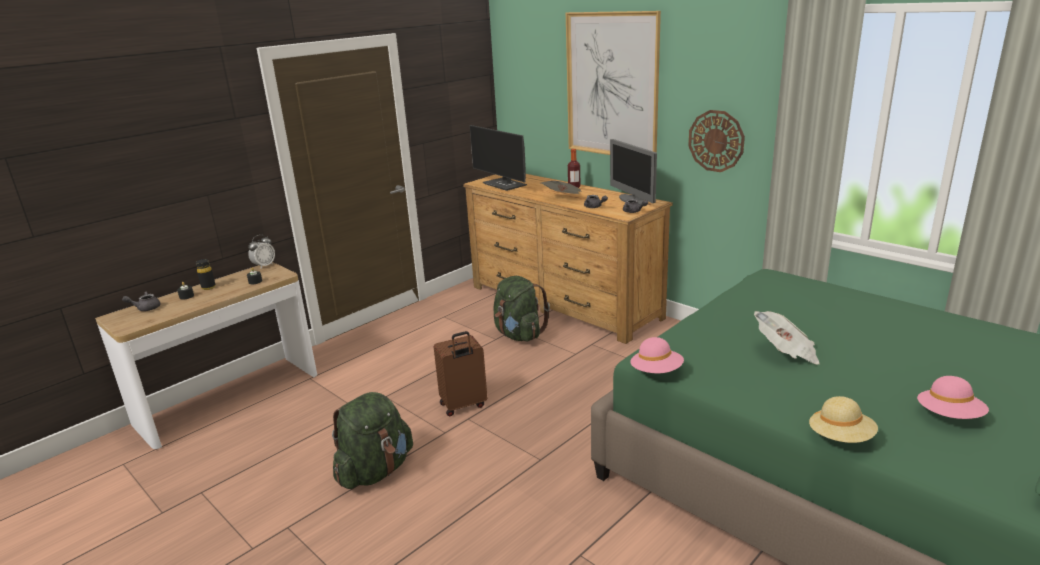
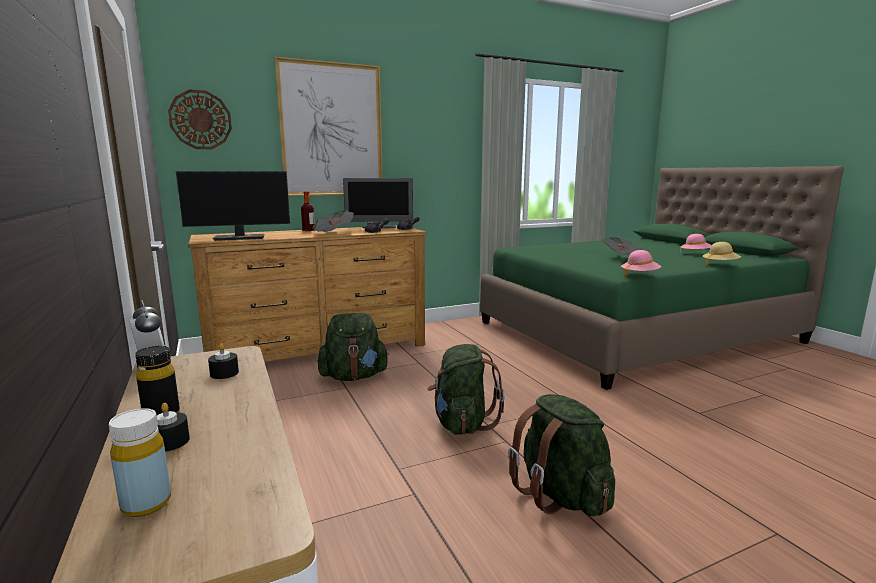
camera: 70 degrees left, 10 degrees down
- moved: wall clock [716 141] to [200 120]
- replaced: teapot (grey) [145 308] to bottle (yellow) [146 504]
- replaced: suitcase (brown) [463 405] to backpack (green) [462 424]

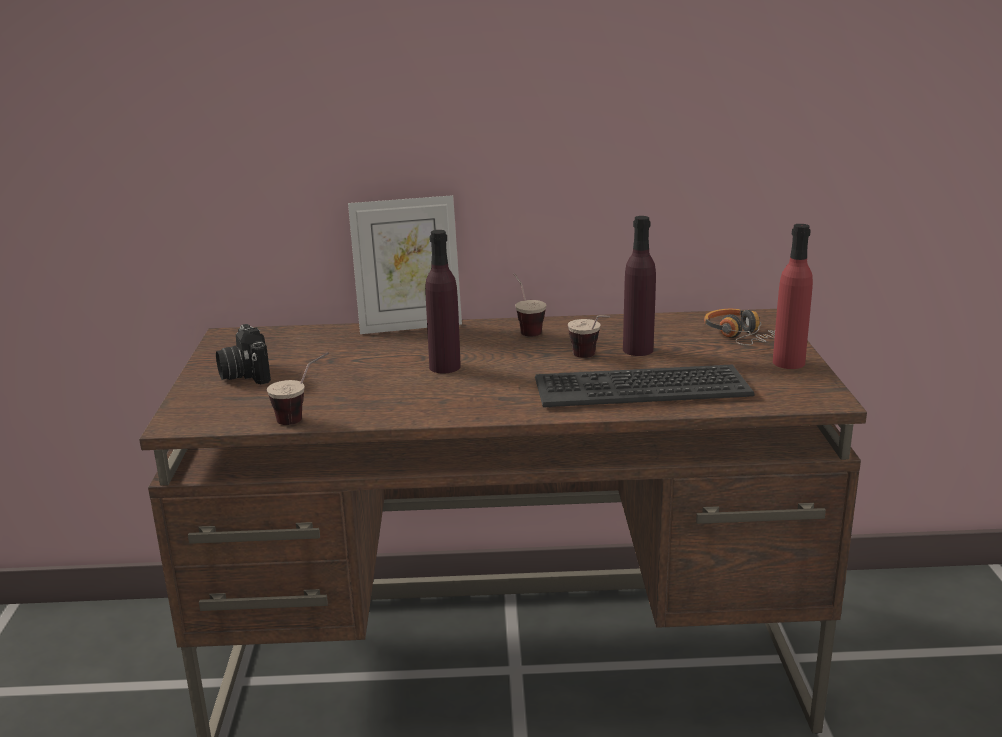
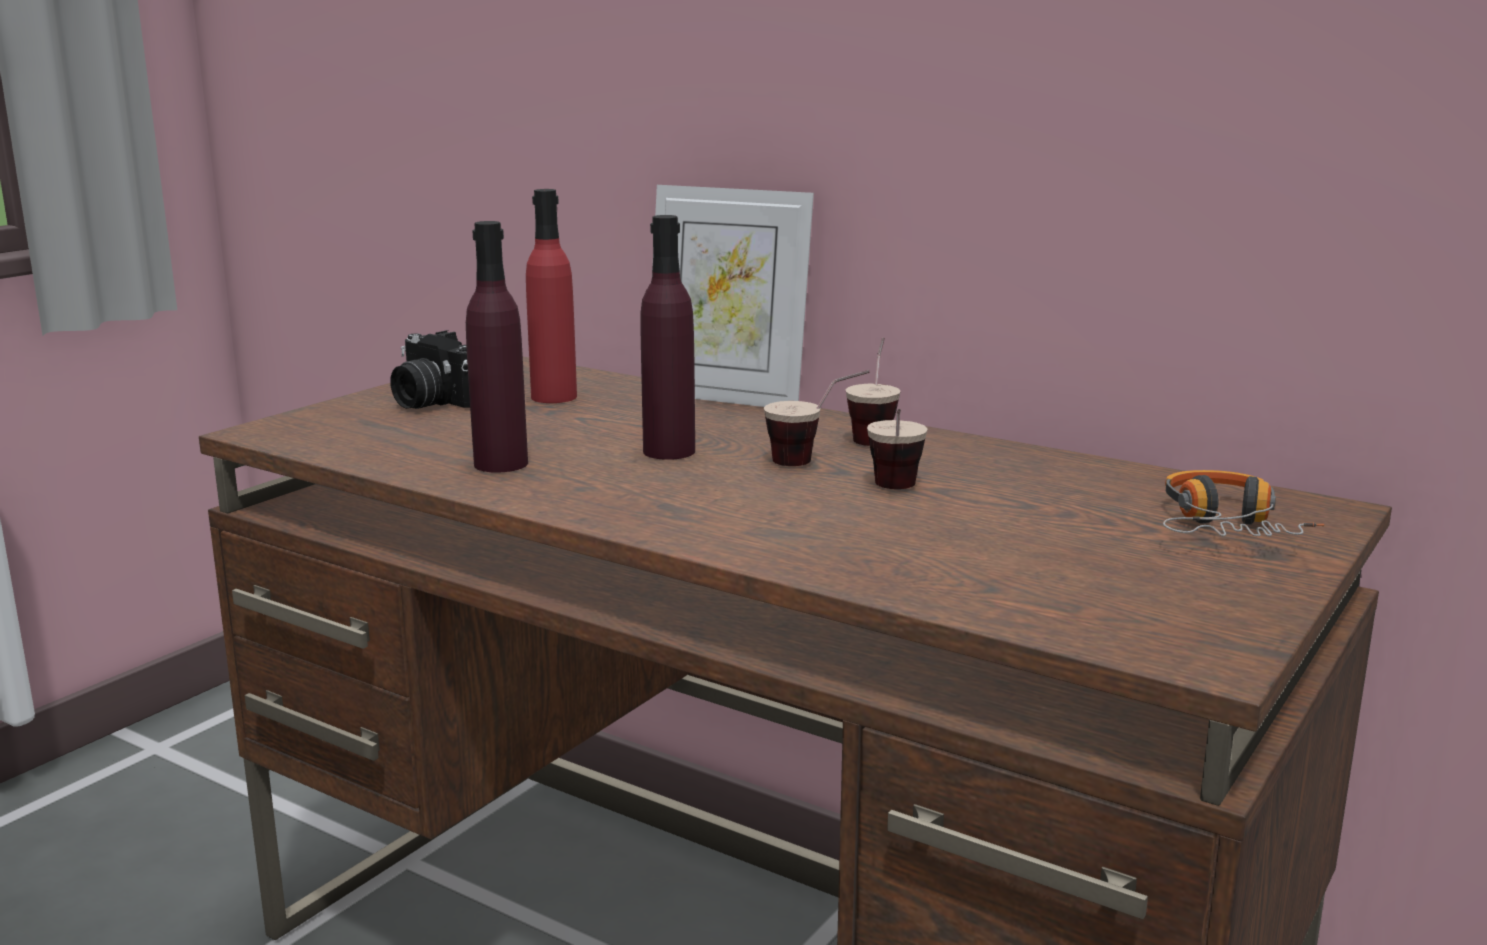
camera: 35 degrees right, 5 degrees down
- removed: keyboard [641 387]
- moved: cup [303 416] to [815 462]
- moved: bottle (purple) [638 350] to [501 464]
- moved: bottle (red) [788 362] to [554 397]
- turned: photo camera [244 374] = [430 402] 60 degrees counterclockwise

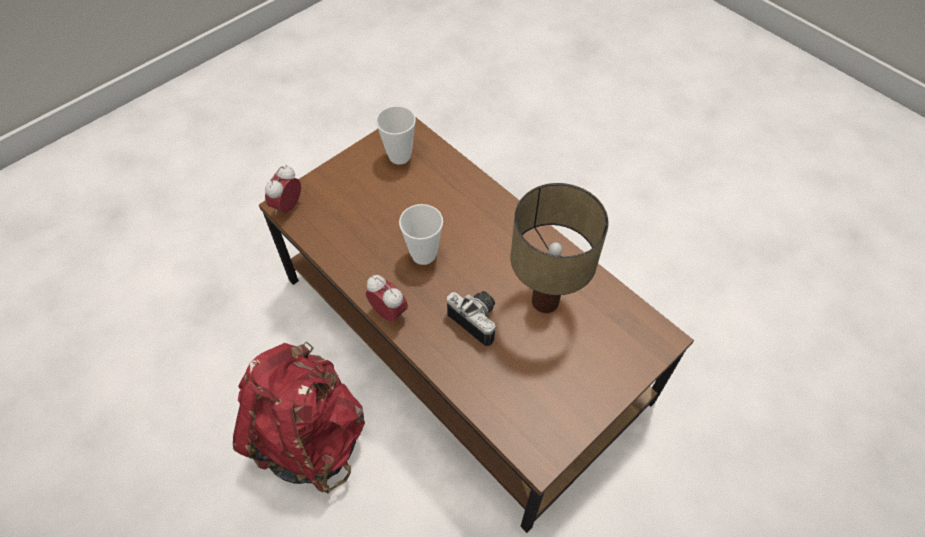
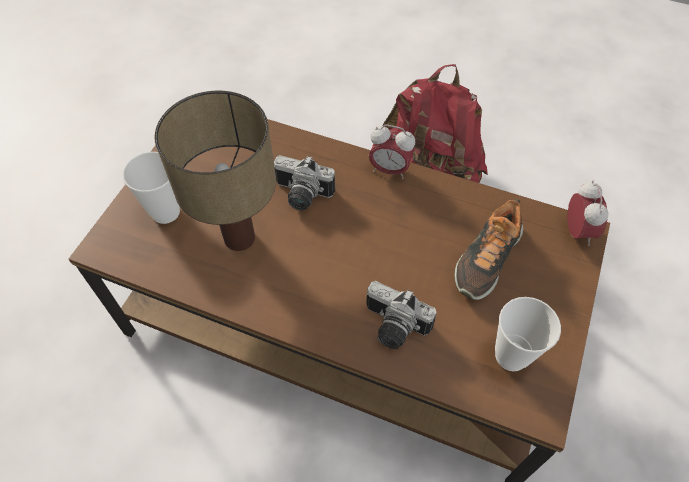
camera: 155 degrees right, 0 degrees up
- added: photo camera [392 327]
- added: shoe [486 259]
- moved: cup [423 254] to [165 212]

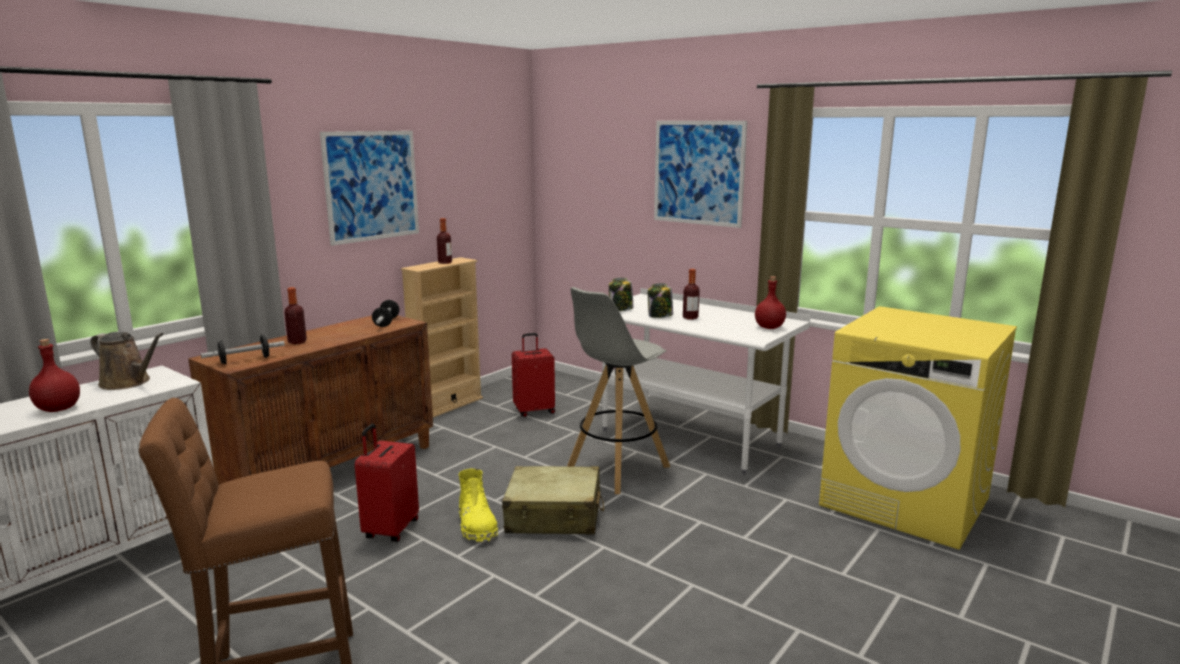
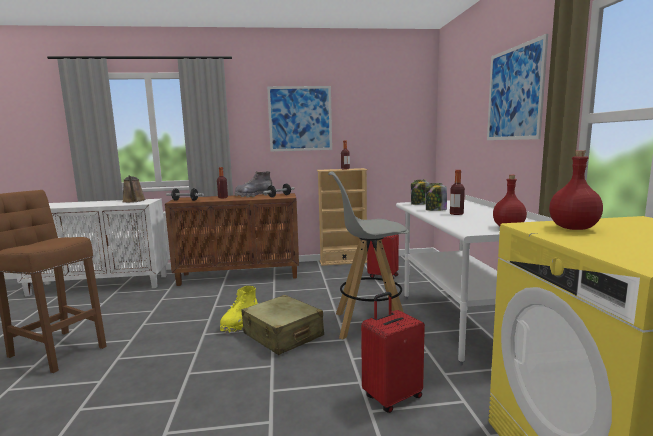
camera: 45 degrees right, 5 degrees down
- added: boot (grey) [254 196]
- moved: bottle (red) [58 409] to [573 228]
- moved: suitcase (red) [390 529] to [391 396]

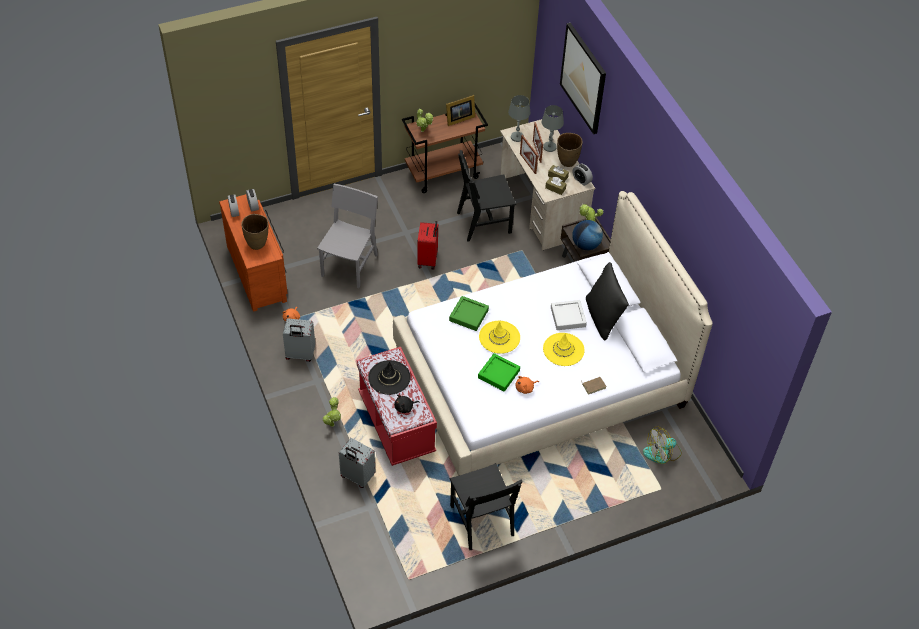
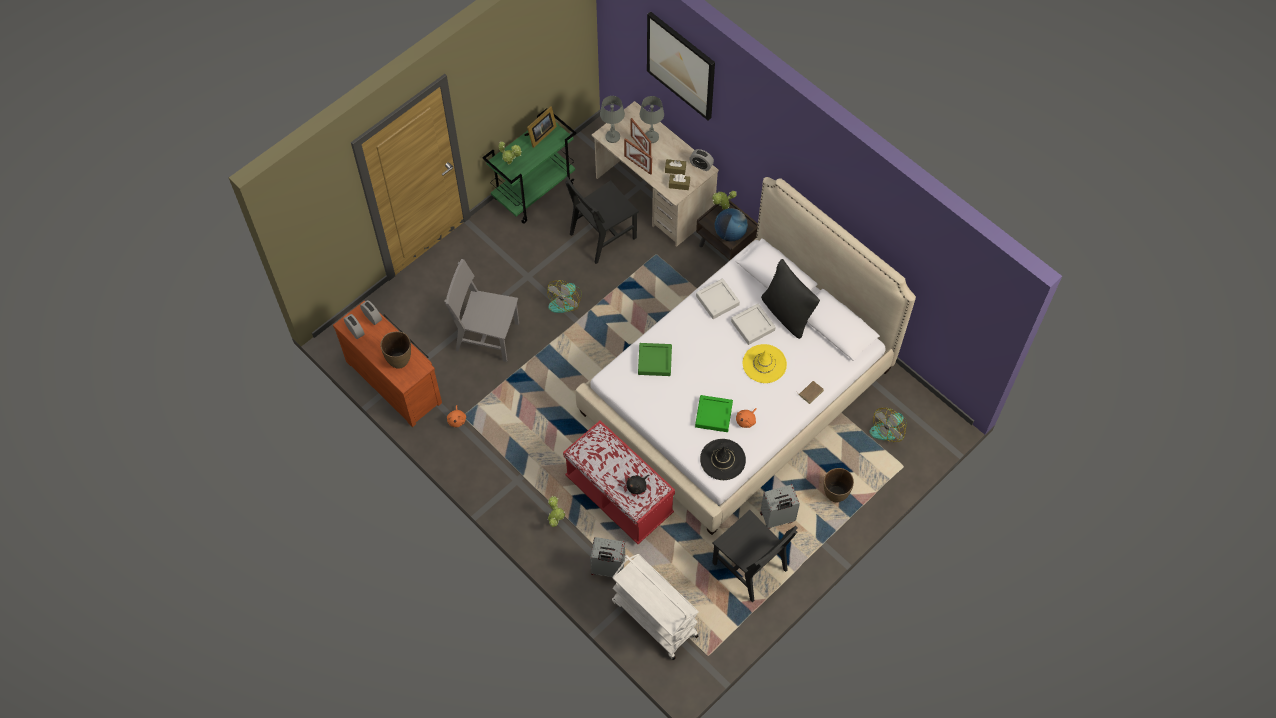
camera: 20 degrees left, 10 degrees up
- removed: hat (yellow) [499 337]
- added: cart (white) [654 618]
- added: tray (grey) [717 300]
- moved: suitcase (grey) [300 355] to [777 518]
- moved: hat (black) [389 377] to [722 459]
- moved: vase (brown) [567 162] to [835 495]
- replaced: suitcase (red) [428 260] to fan [565 300]
- recoloured: cart (brown) [444 173] to cart (green) [534 191]
- turned: chair (grey) [349 265] = [487 336] 75 degrees counterclockwise

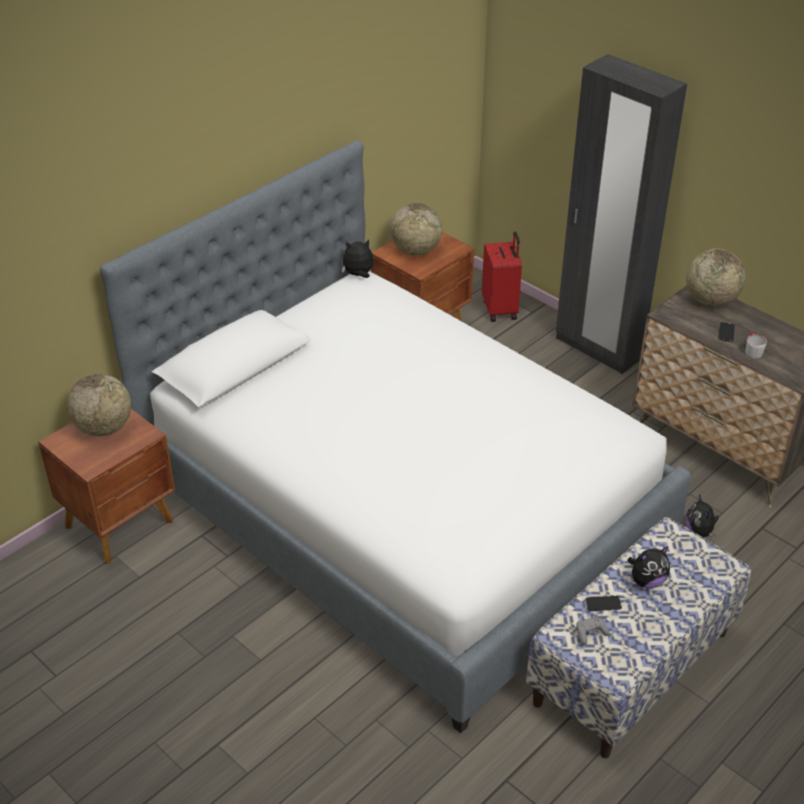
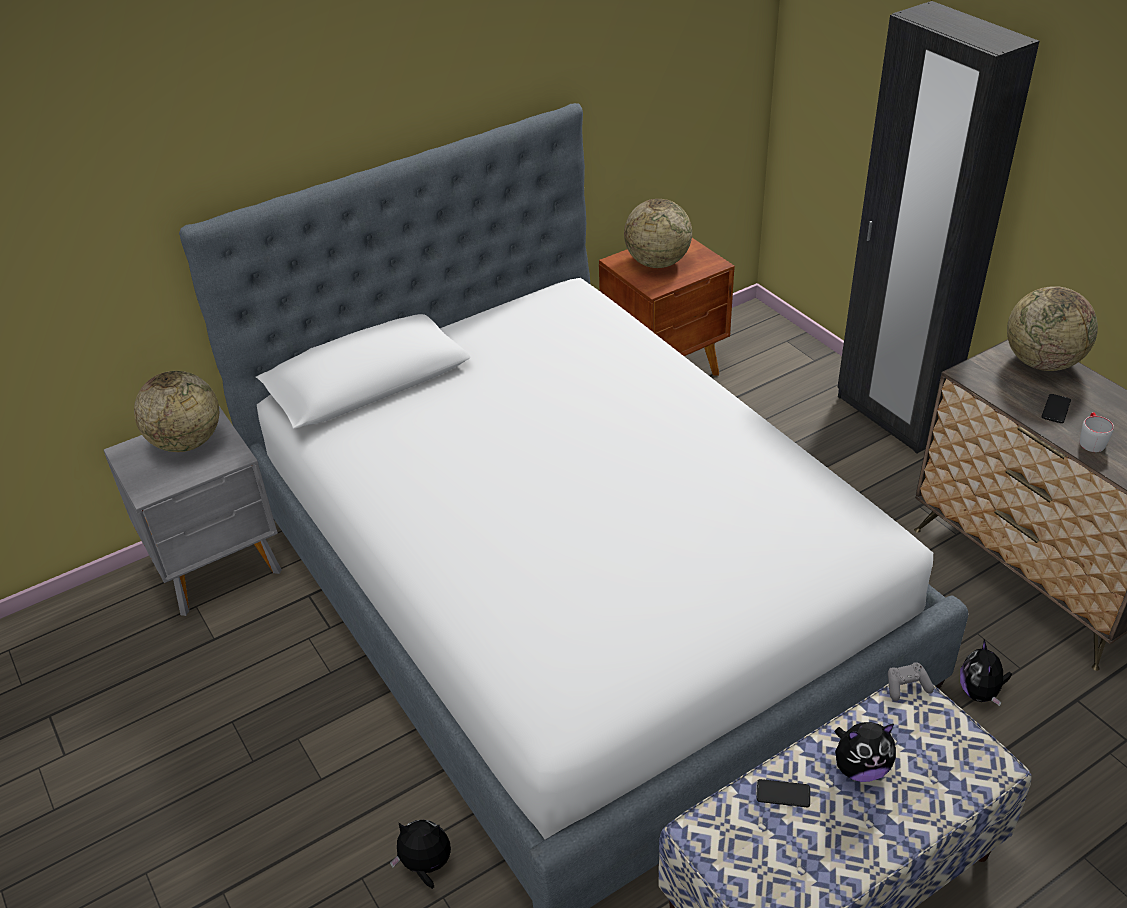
camera: 15 degrees right, 0 degrees up
- removed: suitcase (red) [500 309]
- moved: plush toy [358 275] to [426 866]
- moved: game controller (grey) [590 633] to [906 686]
- recoloured: nightstand (brown) [121 524] to nightstand (grey) [219 567]

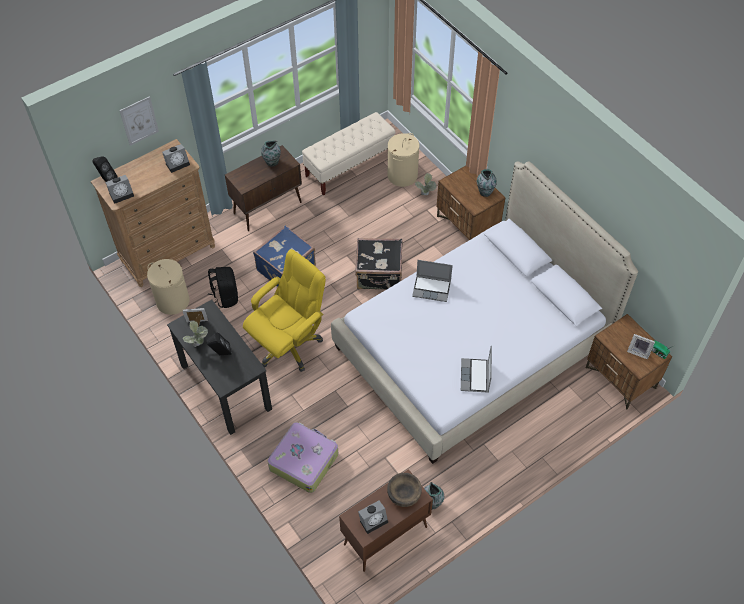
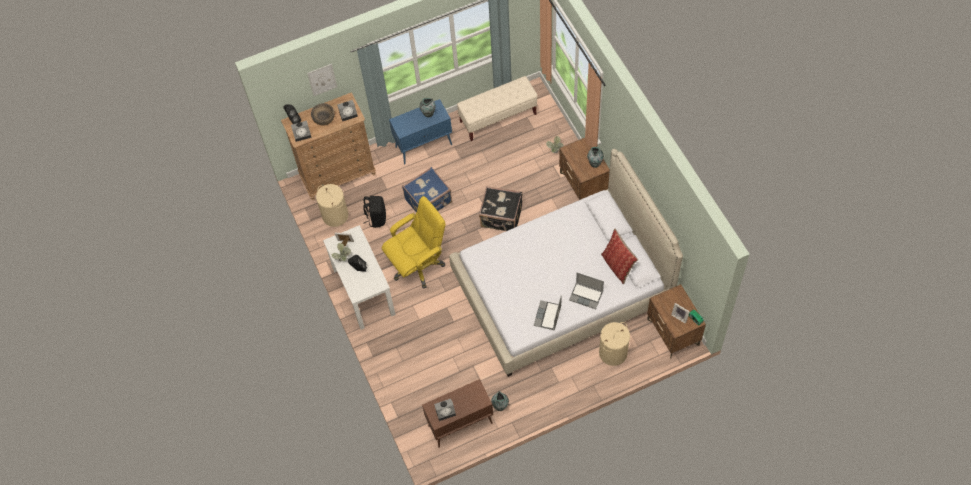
camera: 15 degrees right, 5 degrees up
- removed: suitcase [304 460]
- added: pillow [618 266]
- moved: bowl (brown) [404 494] to [324 118]
- moved: laundry basket (beige) [402 176] to [613 353]
- moved: laptop [432 288] to [586 295]
- recoloured: desk (black) [225 386] to desk (white) [363 291]
- recoloured: cabinet (brown) [268 207] to cabinet (blue) [424 145]

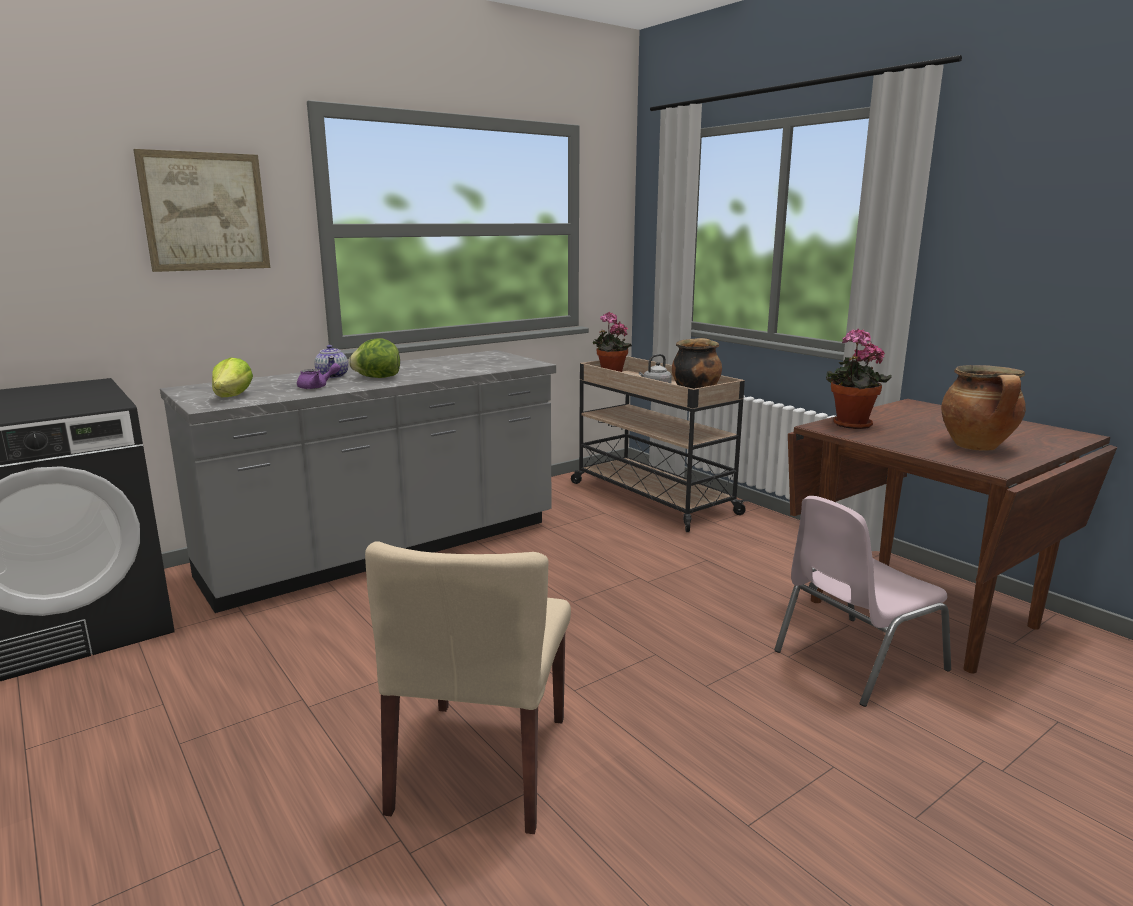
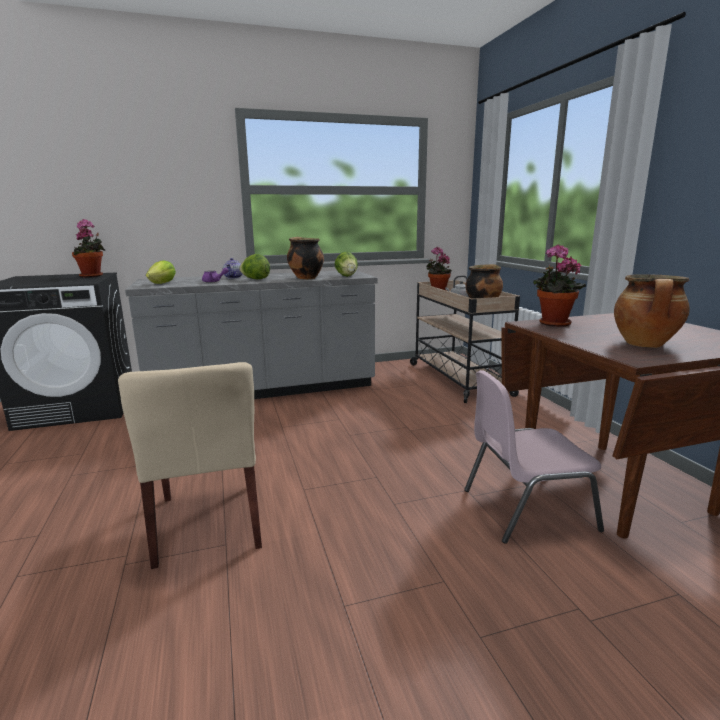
camera: 20 degrees right, 0 degrees up
- removed: picture [205 212]
- added: potted plant [93 276]
- added: cooking pot [305 278]
- added: lettuce [347 276]
- turned: chair (beige) [481 764] = [209 522] 45 degrees counterclockwise

